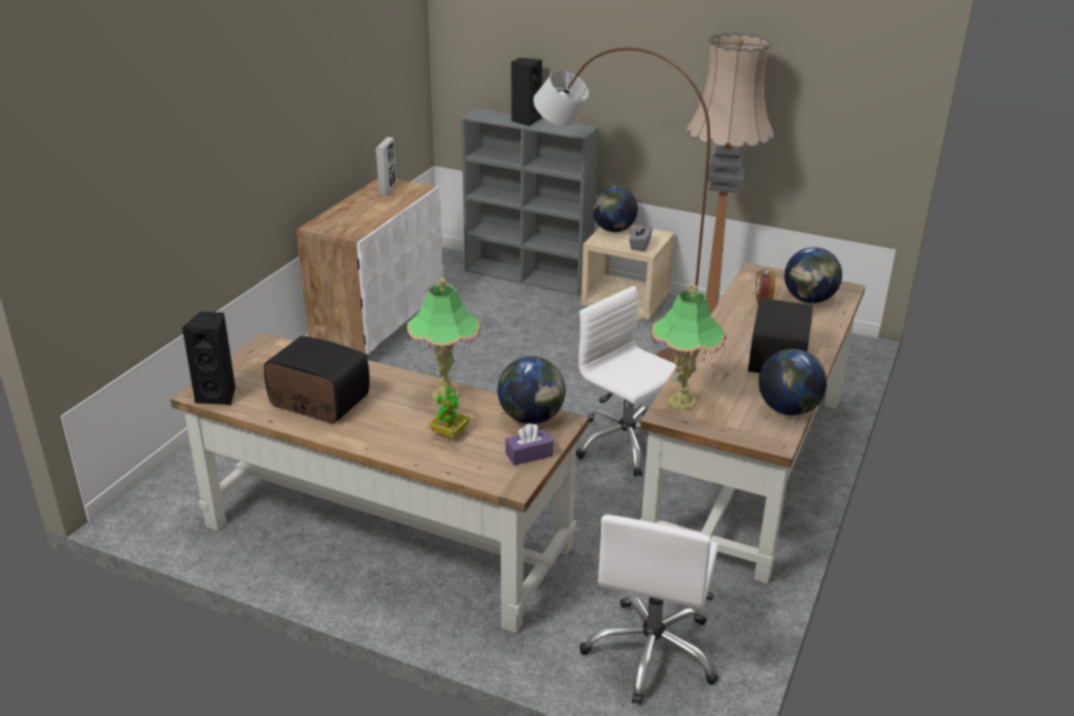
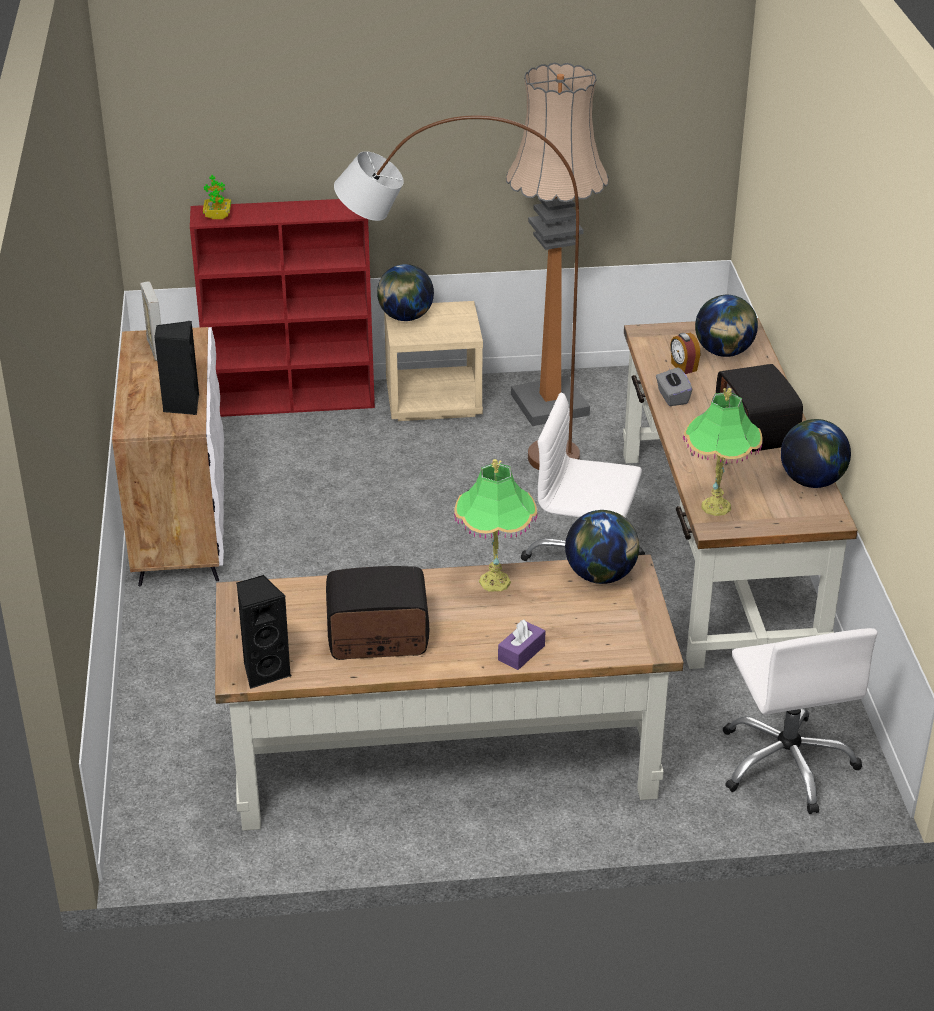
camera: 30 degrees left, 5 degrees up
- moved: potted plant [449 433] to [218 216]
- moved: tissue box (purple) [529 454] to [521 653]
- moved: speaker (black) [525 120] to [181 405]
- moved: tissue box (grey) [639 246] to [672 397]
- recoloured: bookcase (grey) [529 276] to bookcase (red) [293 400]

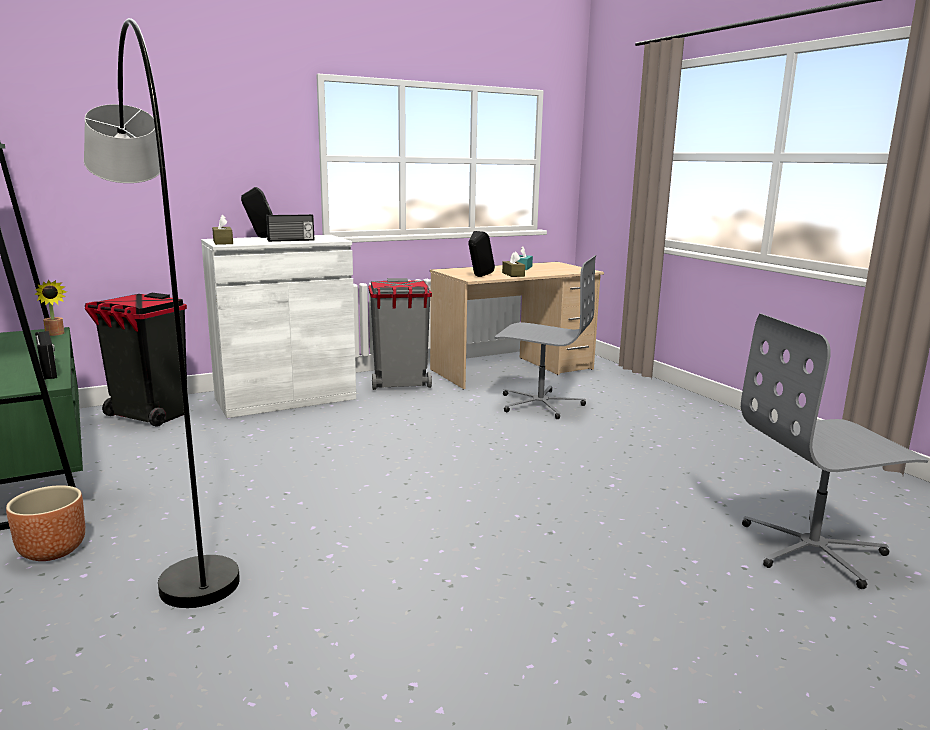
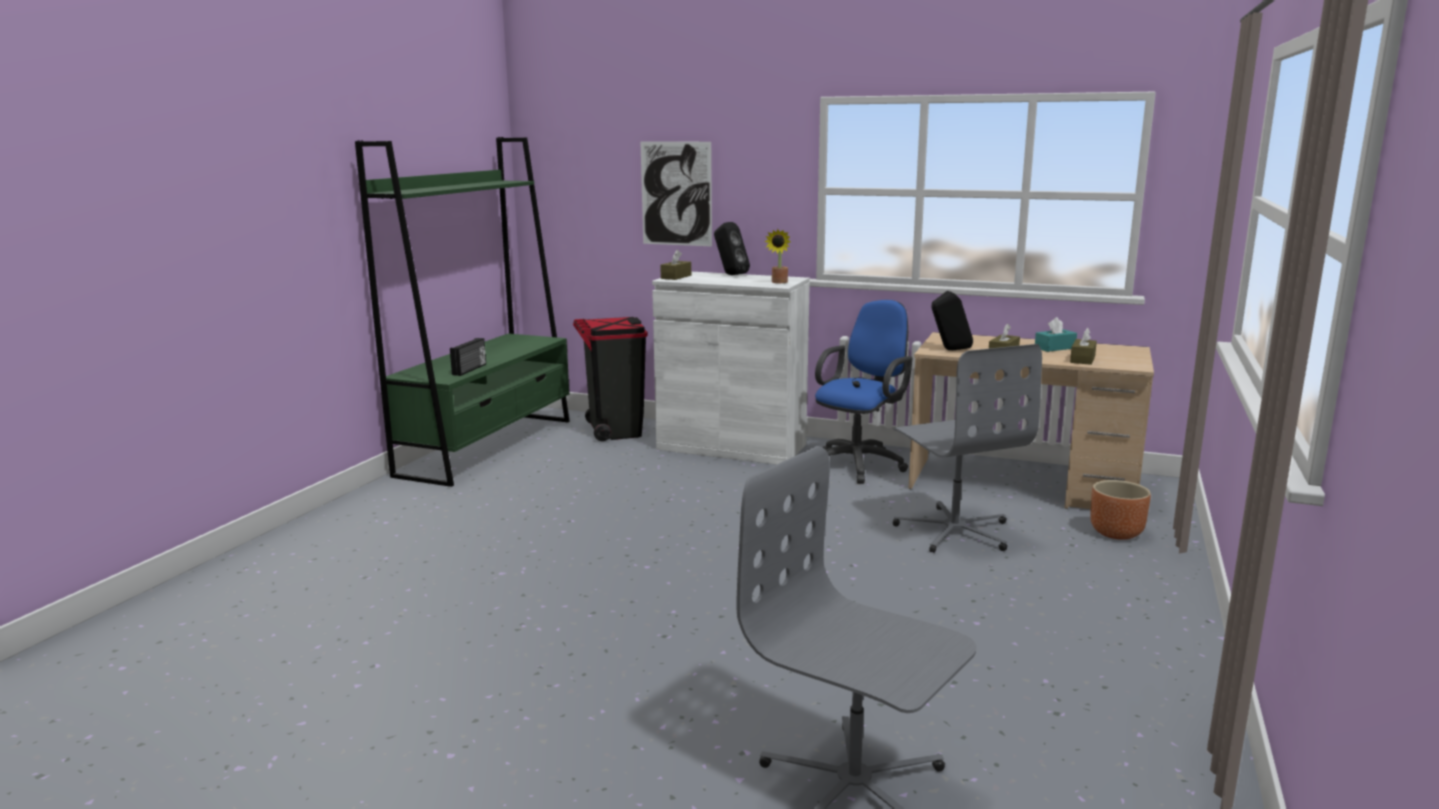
camera: 50 degrees right, 0 degrees up
- removed: floor lamp (grey) [175 523]
- removed: radio [291 240]
- added: picture [676 194]
- added: tissue box (brown) [1082 359]
- moved: planter (brown) [52 551] to [1115 533]
- moved: potted plant [55 334] to [779 282]
- replaced: trash can (grey) [400 384] to office chair (blue) [859 464]

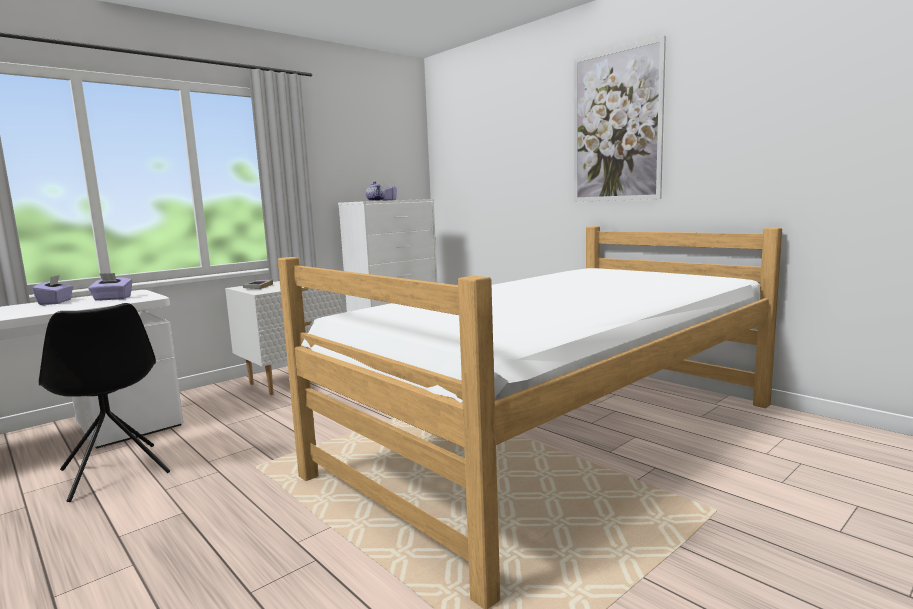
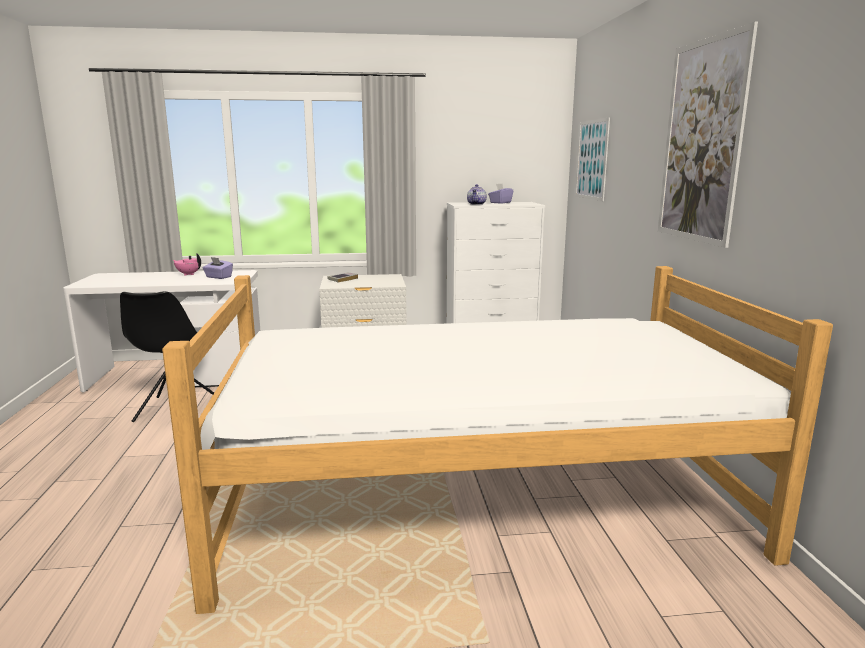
camera: 35 degrees right, 5 degrees up
- added: picture [591 159]
- replaced: tissue box (purple) [56 302] to teapot (pink) [188 274]

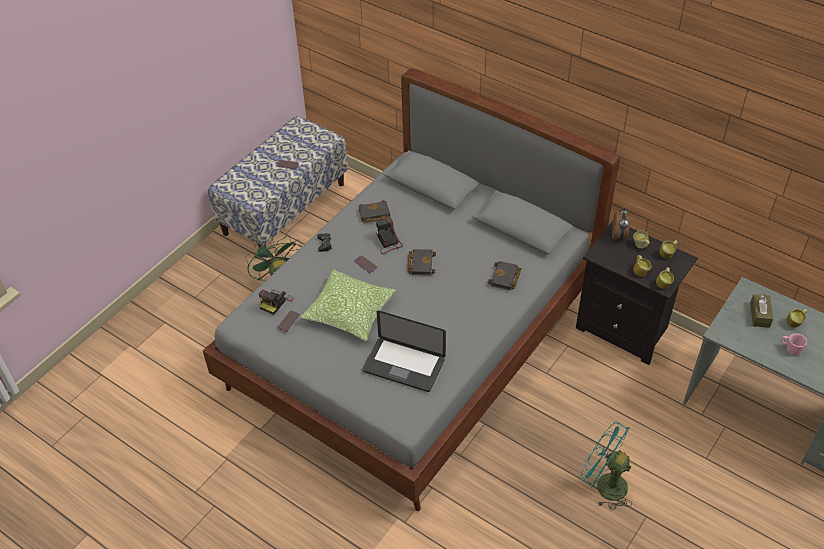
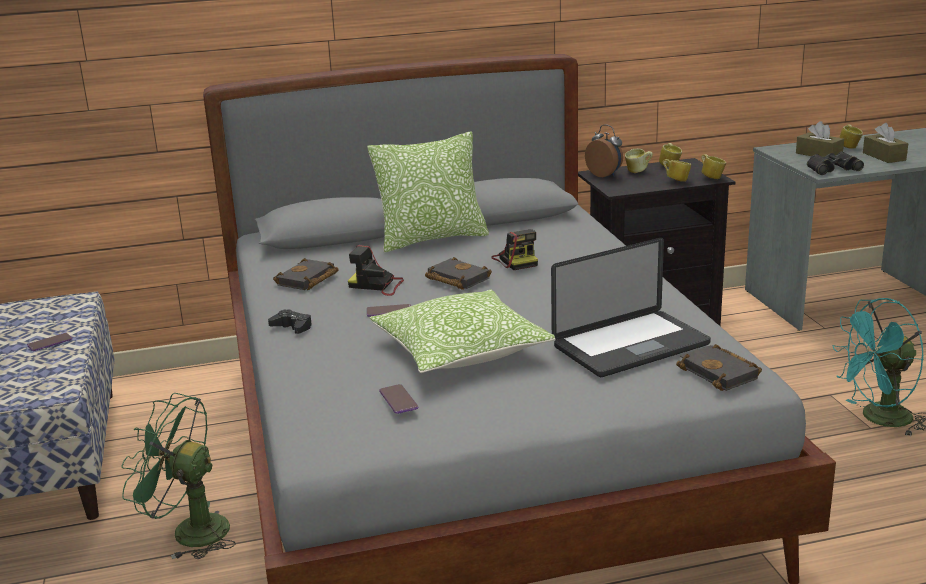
camera: 50 degrees left, 25 degrees down
- added: pillow [432 239]
- added: binoculars (black) [832 169]
- moved: photo camera [276 302] to [516 260]
- moved: book (black) [505 278] to [722 373]
- replaced: mug (pink) [790 349] to tissue box (brown) [884 156]

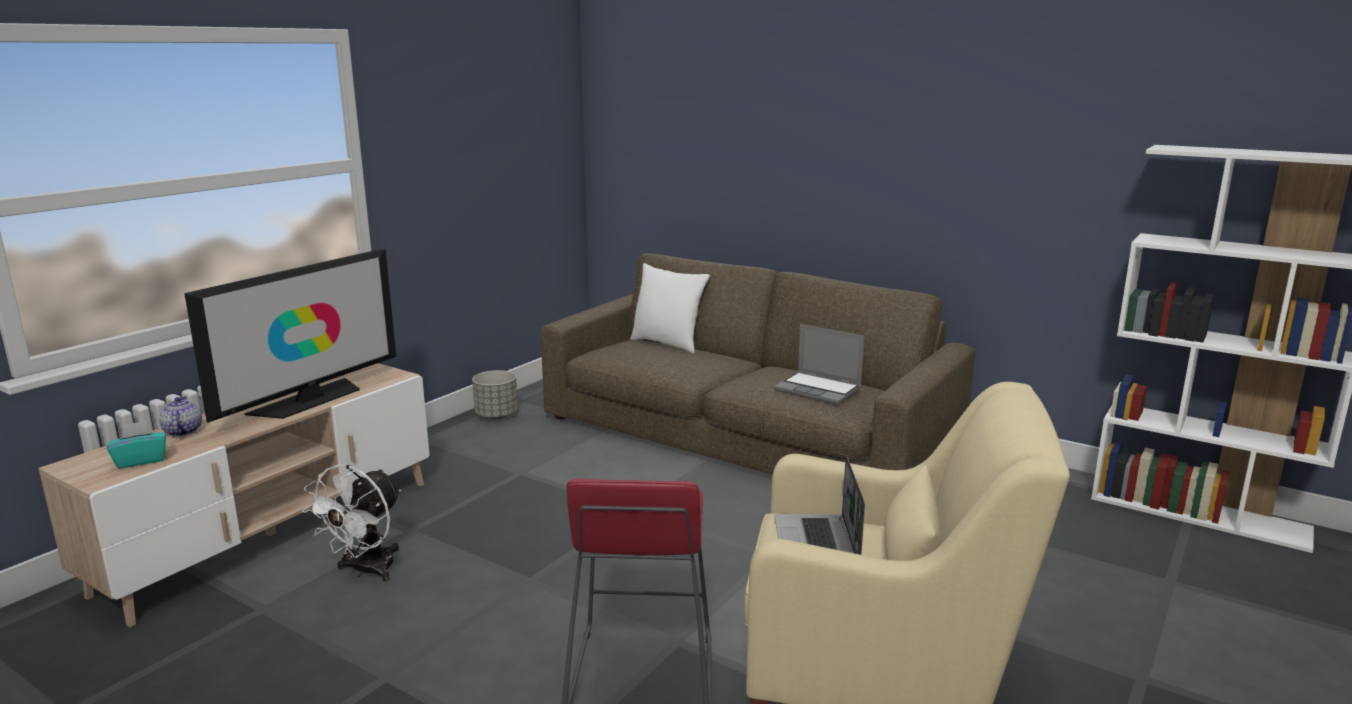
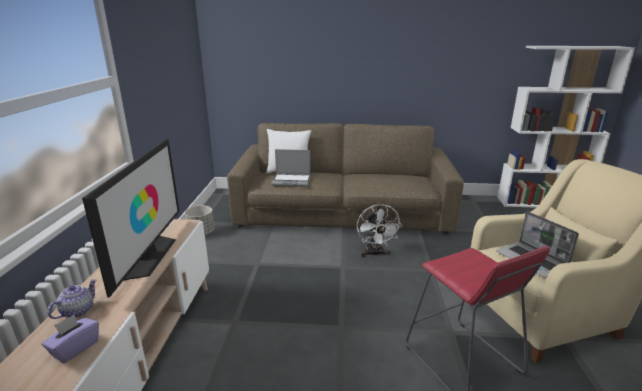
camera: 30 degrees left, 5 degrees up
- moved: fan (white) [366 571] to [375 254]
- moved: laptop [819 390] to [292 181]
- recoloured: tissue box (turquoise) [141 460] to tissue box (purple) [75 348]
- turned: teapot [182 431] = [77 311] 75 degrees clockwise

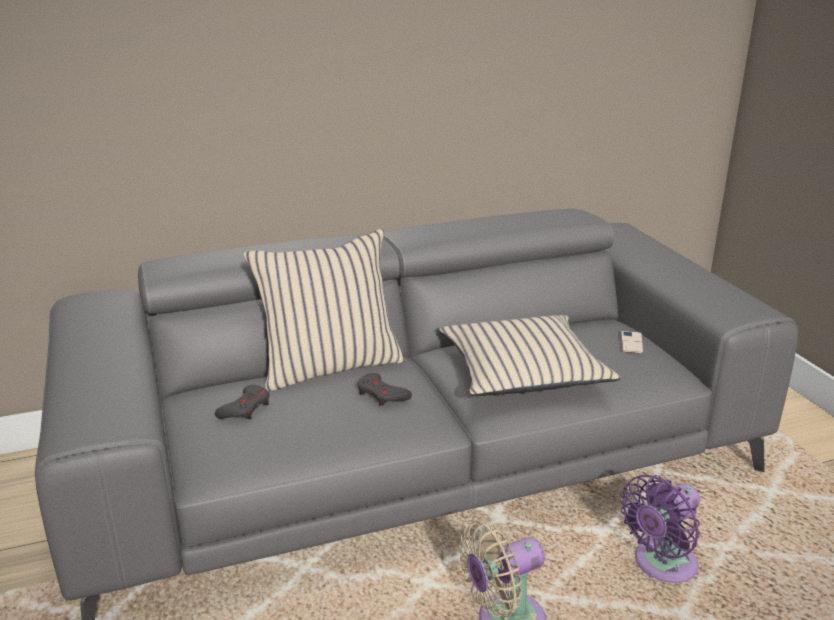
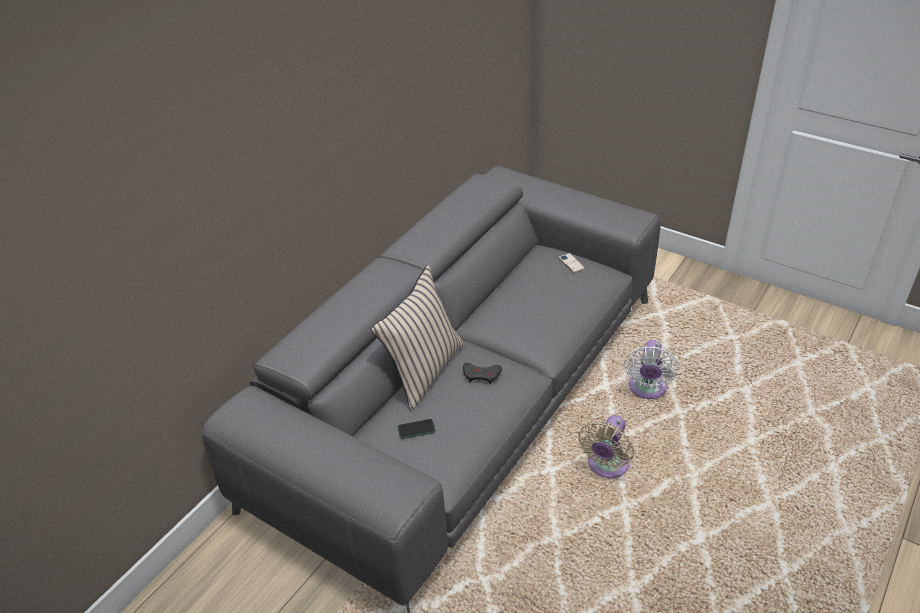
camera: 35 degrees left, 15 degrees up
- removed: pillow (beige) [522 371]
- replaced: game controller (grey) [245 408] to phone [416 429]
- recoloured: fan (purple) [661 565] to fan (white) [647 389]

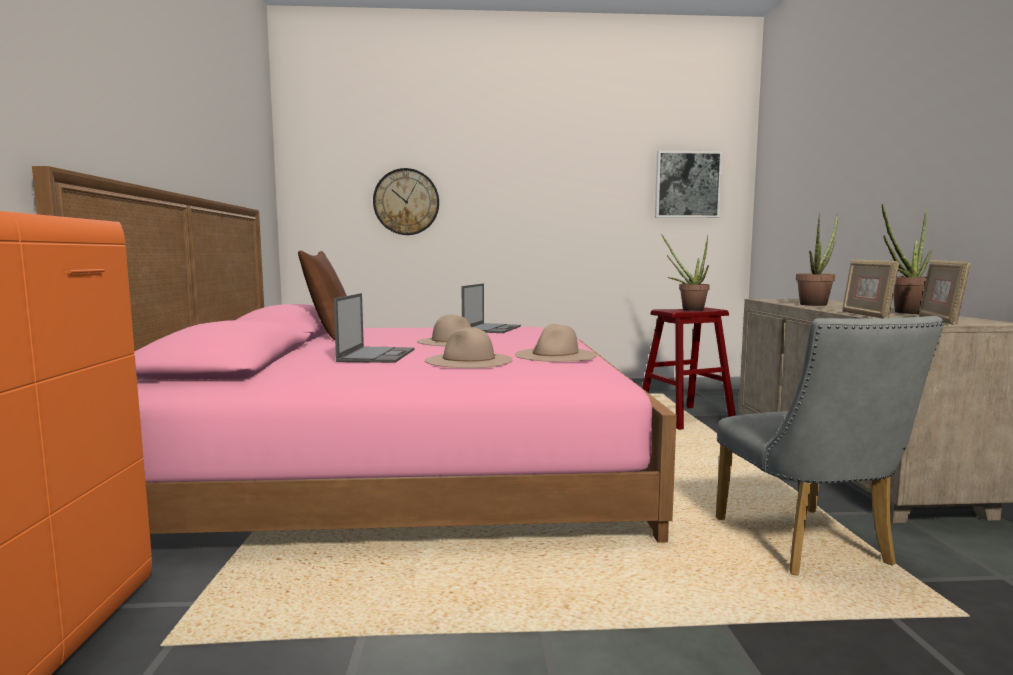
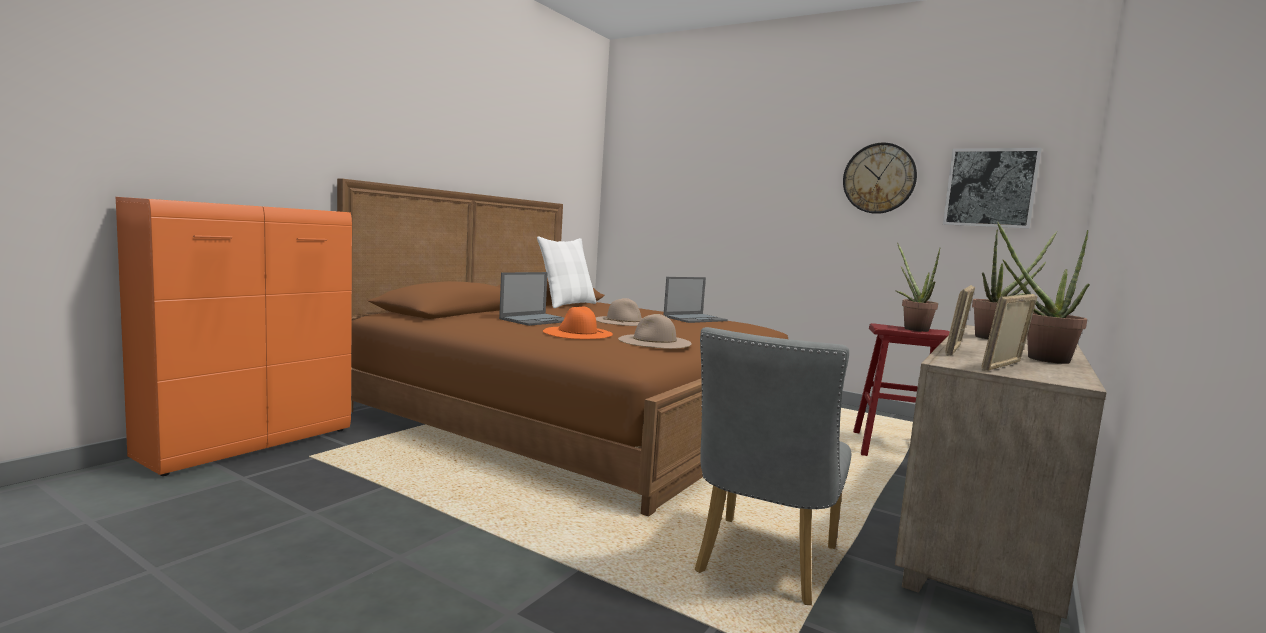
camera: 35 degrees right, 0 degrees up
- moved: wall clock [406 202] to [879 178]
- recoloured: bed (pink) [406 463] to bed (brown) [580 415]
- recoloured: pillow (brown) [331 334] to pillow (white) [567 304]
- recoloured: hat (beige) [468 360] to hat (orange) [577 332]

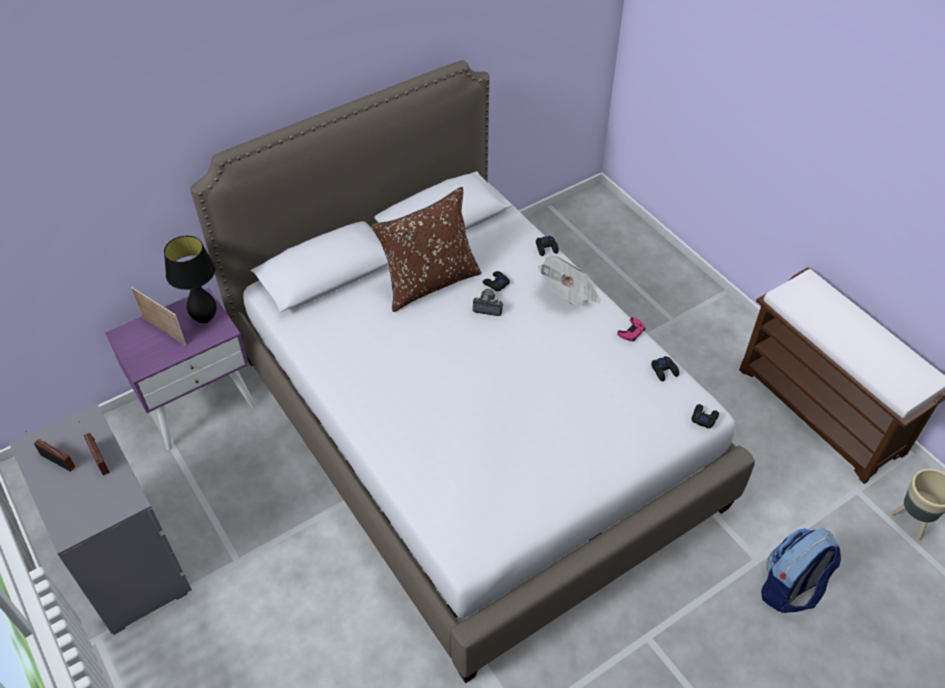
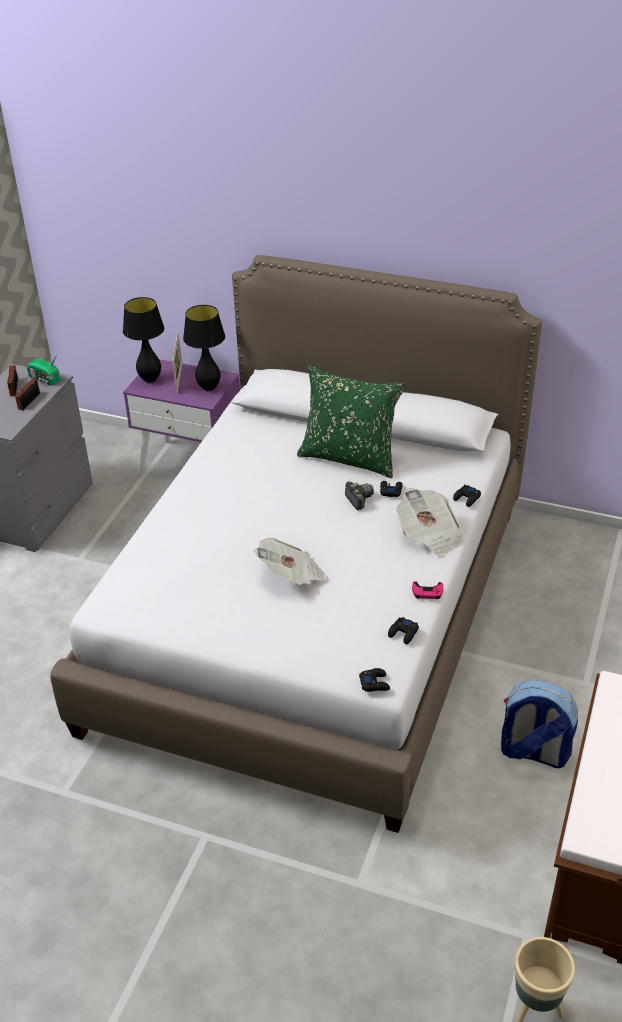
camera: 55 degrees right, 10 degrees down
- added: radio [45 379]
- added: table lamp (black) [150 379]
- added: newspaper [292 576]
- moved: backpack [790 589] to [533 752]
- recoloured: pillow (brown) [429 282] to pillow (green) [349 458]

